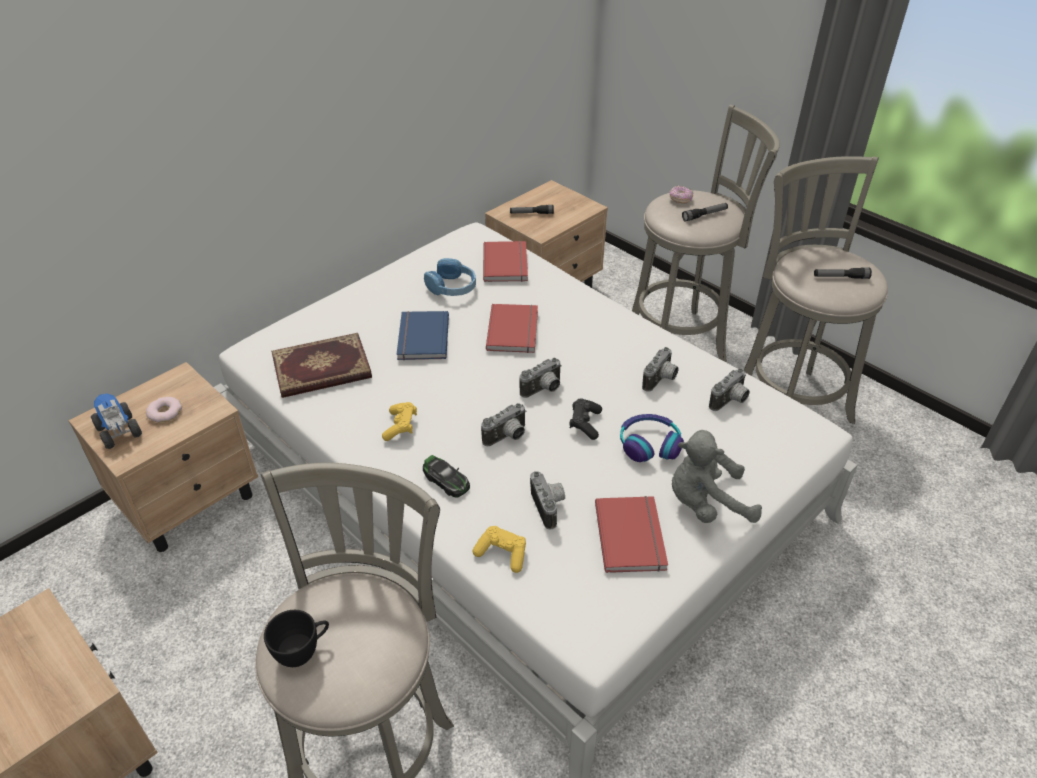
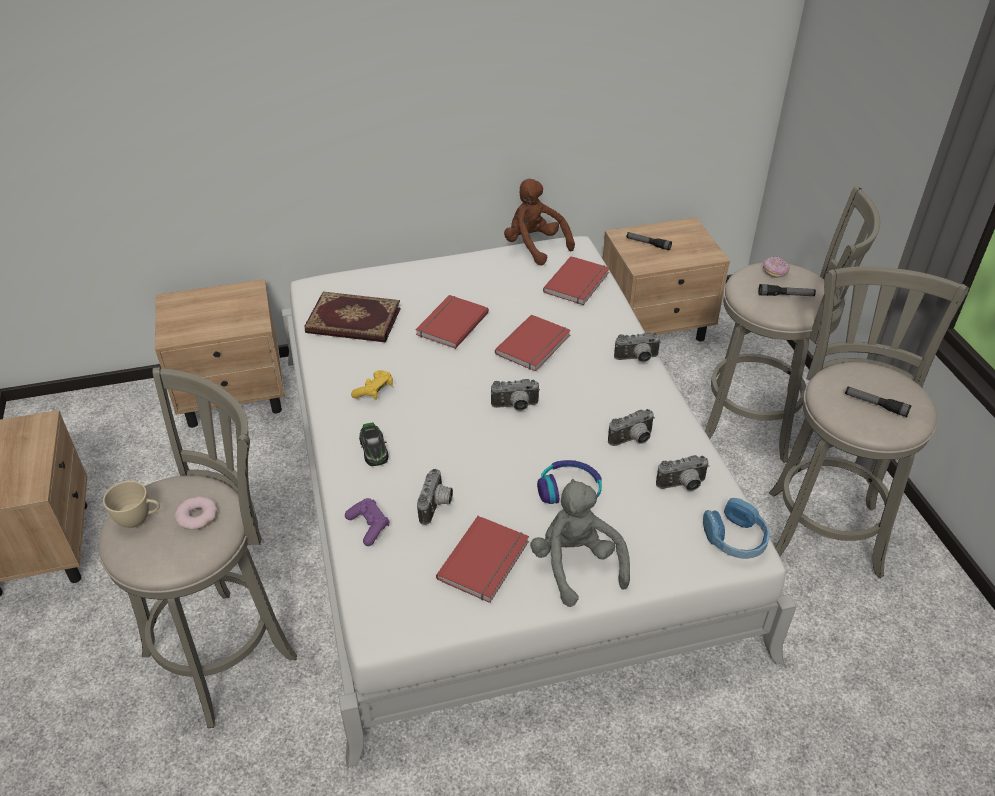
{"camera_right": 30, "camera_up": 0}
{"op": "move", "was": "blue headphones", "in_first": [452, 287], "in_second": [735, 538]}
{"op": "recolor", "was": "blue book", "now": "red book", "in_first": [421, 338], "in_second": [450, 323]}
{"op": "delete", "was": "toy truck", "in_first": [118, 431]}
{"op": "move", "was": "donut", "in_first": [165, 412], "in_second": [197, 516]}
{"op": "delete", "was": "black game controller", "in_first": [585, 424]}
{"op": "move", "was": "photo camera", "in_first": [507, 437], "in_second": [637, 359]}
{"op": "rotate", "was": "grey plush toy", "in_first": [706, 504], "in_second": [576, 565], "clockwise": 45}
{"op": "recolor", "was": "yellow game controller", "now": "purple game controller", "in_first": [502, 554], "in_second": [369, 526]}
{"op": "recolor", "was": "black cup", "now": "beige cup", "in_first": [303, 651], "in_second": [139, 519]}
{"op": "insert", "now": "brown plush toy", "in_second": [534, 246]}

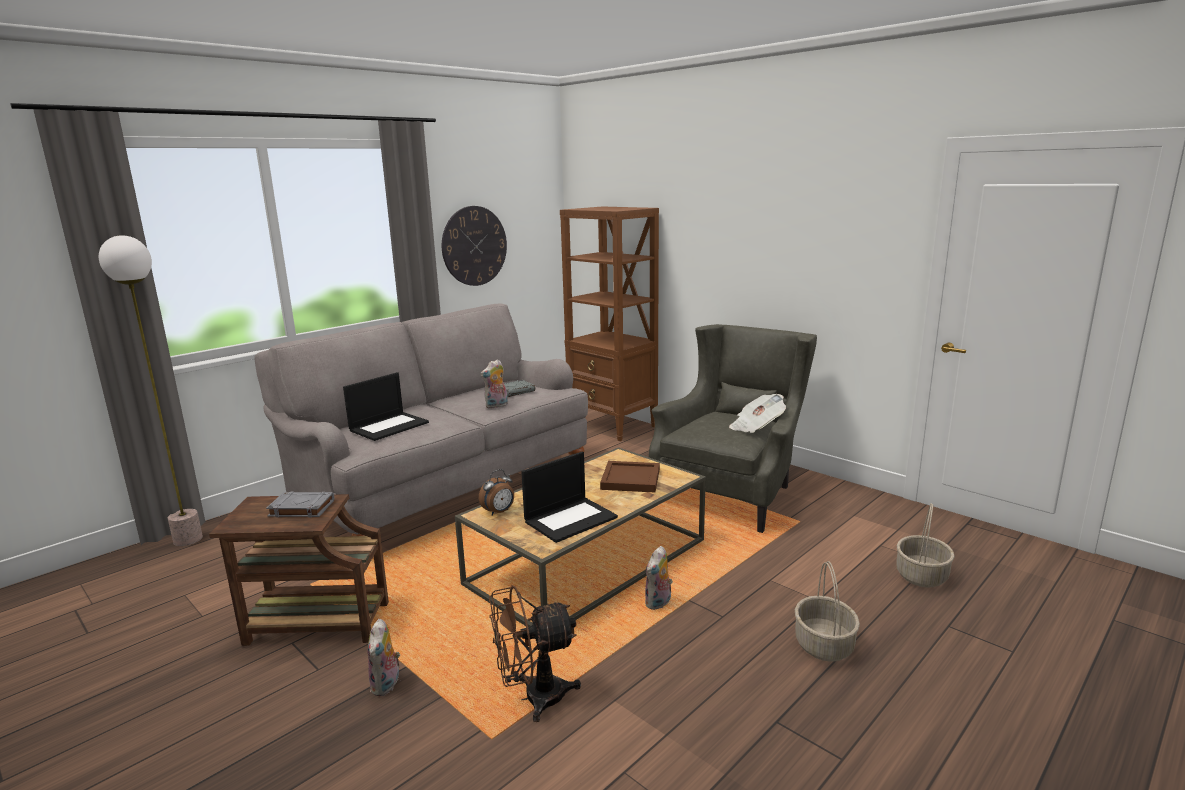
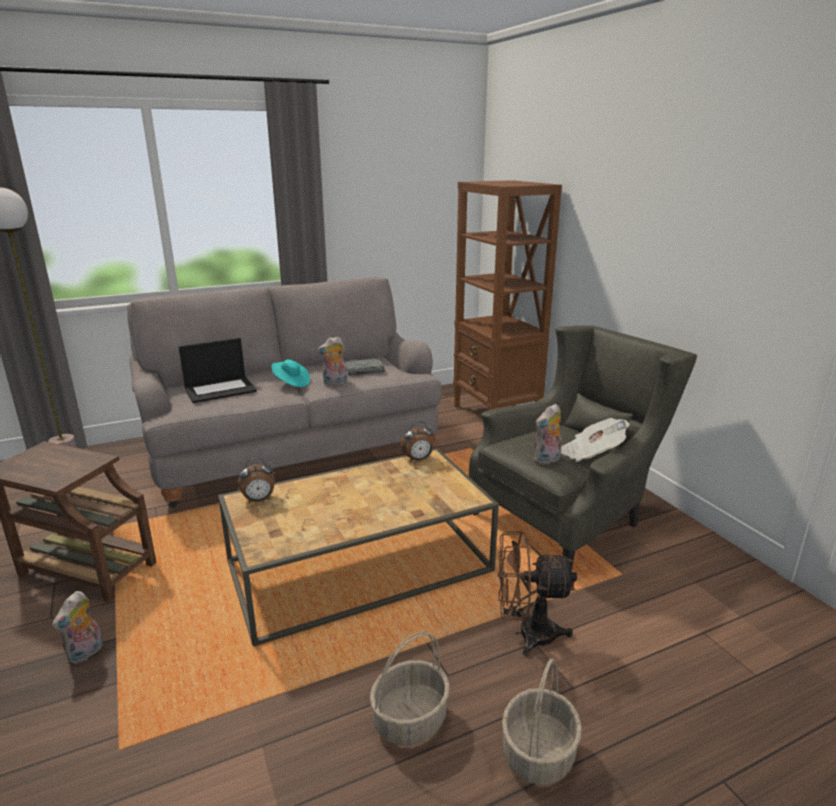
{"camera_right": 20, "camera_up": 5}
{"op": "delete", "was": "wall clock", "in_first": [474, 246]}
{"op": "delete", "was": "laptop", "in_first": [571, 519]}
{"op": "delete", "was": "brown tray", "in_first": [631, 479]}
{"op": "delete", "was": "grey book", "in_first": [301, 508]}
{"op": "move", "was": "basket", "in_first": [921, 575], "in_second": [410, 719]}
{"op": "move", "was": "plush toy", "in_first": [659, 604], "in_second": [547, 460]}
{"op": "move", "was": "brown fan", "in_first": [533, 698], "in_second": [526, 633]}
{"op": "insert", "now": "turquoise hat", "in_second": [291, 383]}
{"op": "insert", "now": "alarm clock", "in_second": [418, 460]}

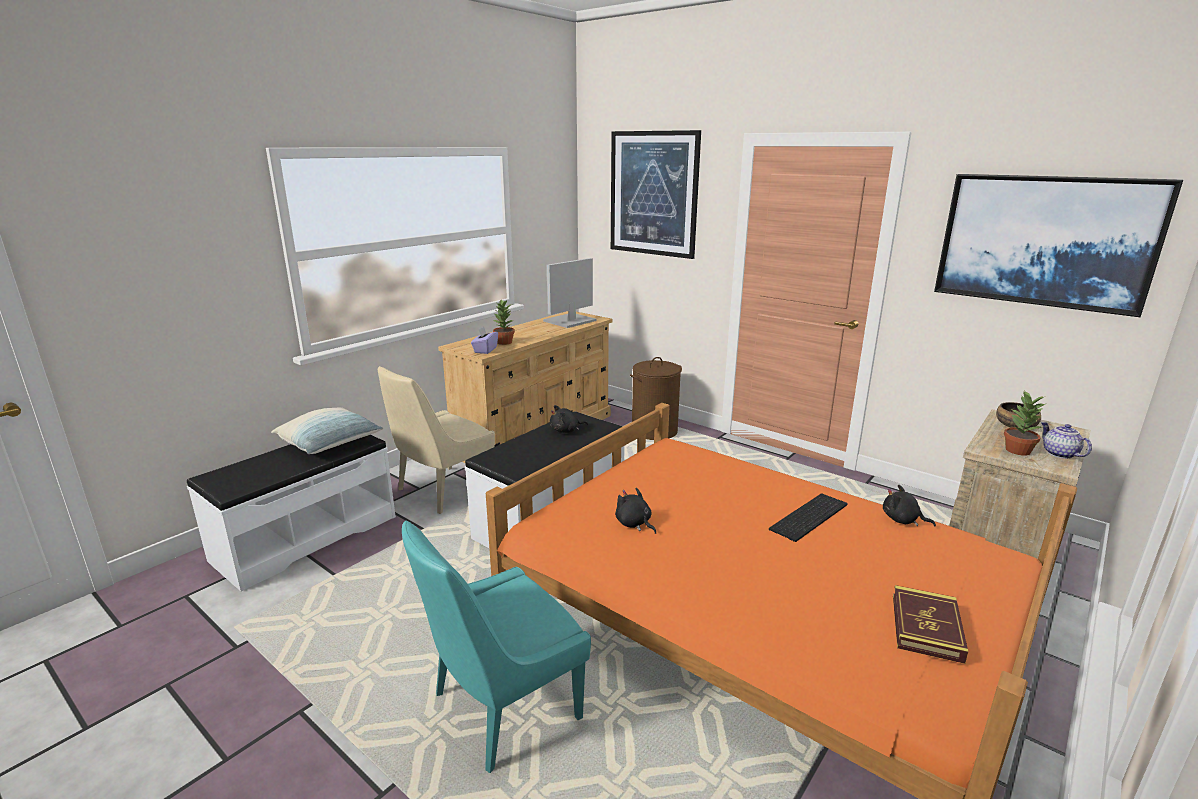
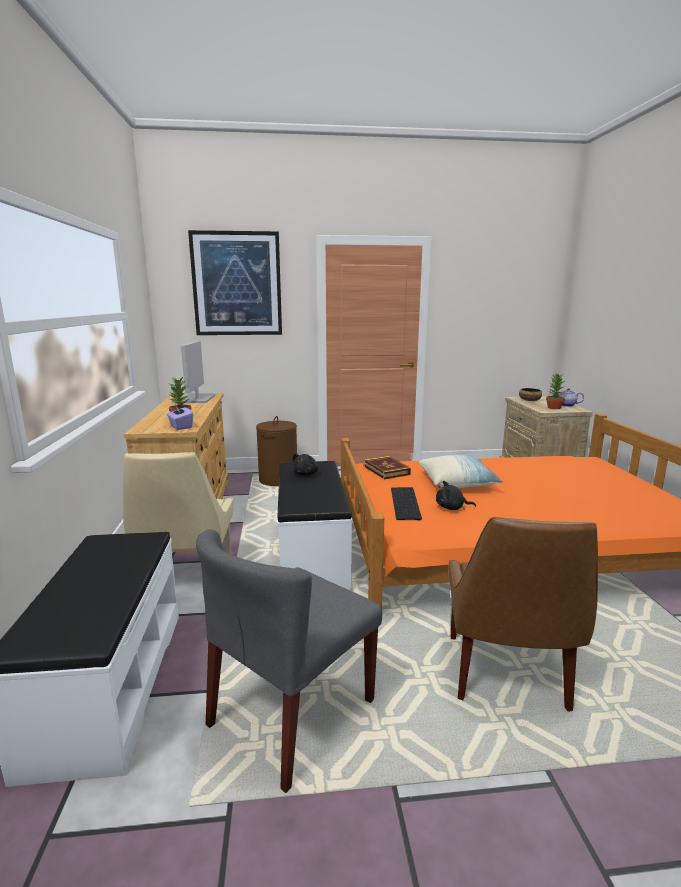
{"camera_right": -45, "camera_up": -5}
{"op": "delete", "was": "picture", "in_first": [1045, 241]}
{"op": "move", "was": "pillow", "in_first": [330, 444], "in_second": [457, 483]}
{"op": "delete", "was": "black plush toy", "in_first": [902, 520]}
{"op": "move", "was": "keyboard", "in_first": [810, 518], "in_second": [406, 503]}
{"op": "recolor", "was": "turquoise chair", "now": "brown chair", "in_first": [501, 709], "in_second": [506, 675]}
{"op": "move", "was": "book", "in_first": [926, 627], "in_second": [386, 470]}
{"op": "insert", "now": "grey chair", "in_second": [291, 714]}

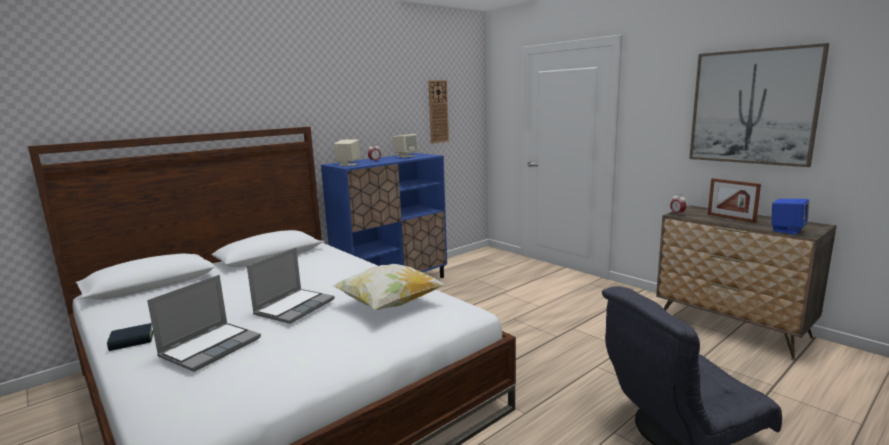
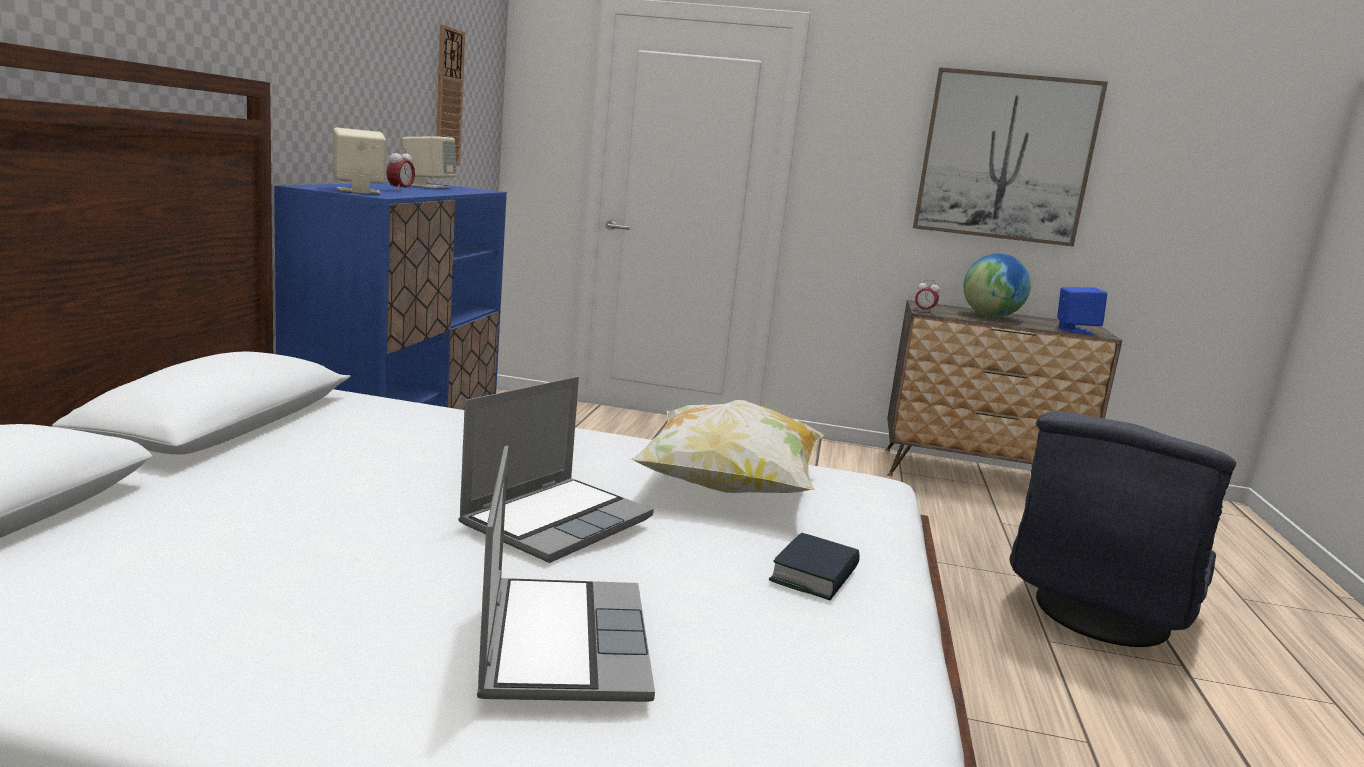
{"camera_right": -40, "camera_up": 0}
{"op": "replace", "was": "picture frame", "now": "globe", "in_first": [731, 218], "in_second": [991, 316]}
{"op": "rotate", "was": "laptop", "in_first": [294, 307], "in_second": [557, 520], "clockwise": 45}
{"op": "move", "was": "book", "in_first": [132, 341], "in_second": [814, 575]}

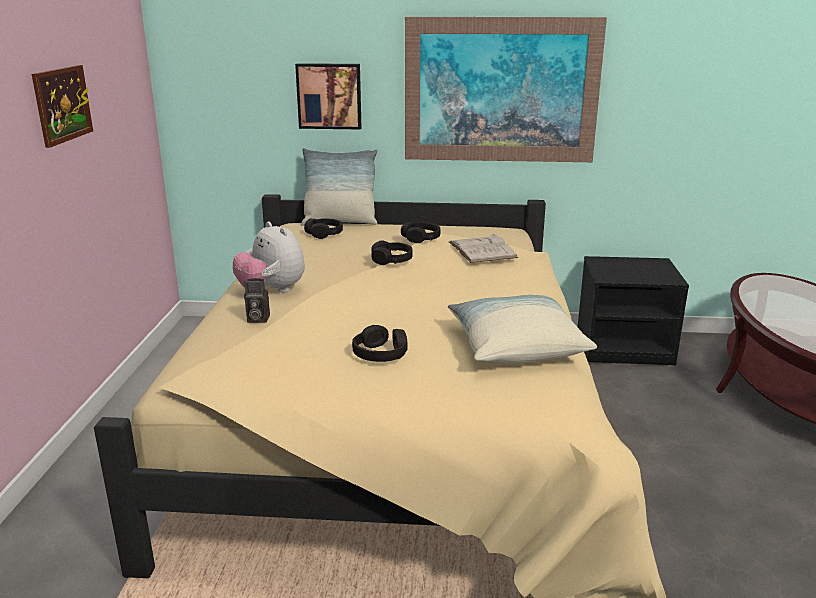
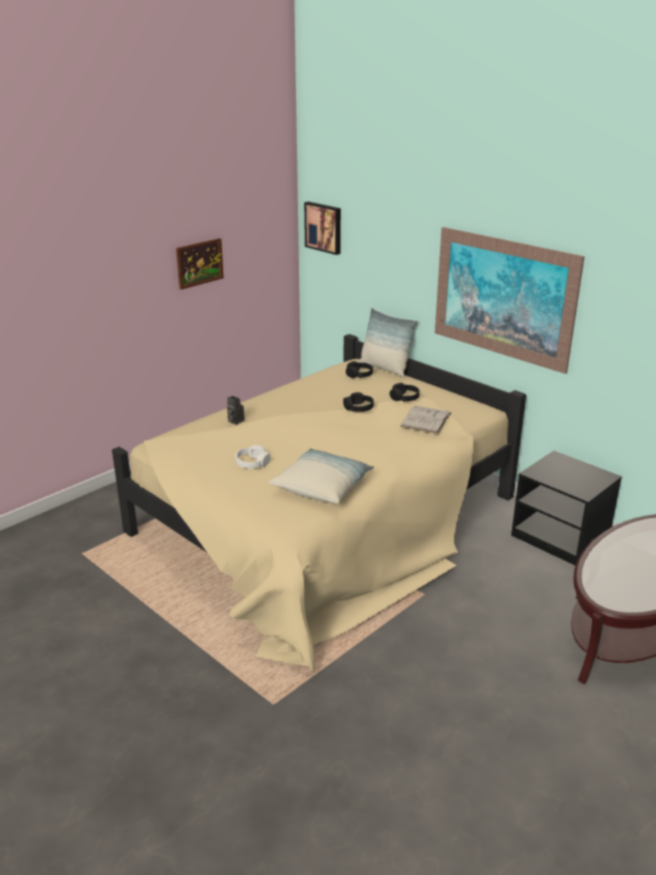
{"camera_right": 40, "camera_up": 5}
{"op": "move", "was": "picture", "in_first": [329, 96], "in_second": [324, 227]}
{"op": "delete", "was": "plush toy", "in_first": [271, 290]}
{"op": "recolor", "was": "black headphones", "now": "white headphones", "in_first": [380, 354], "in_second": [252, 463]}

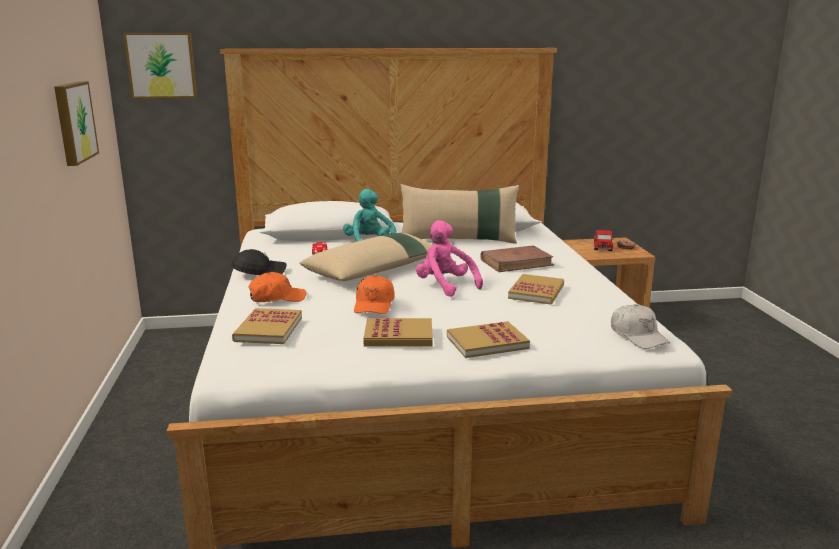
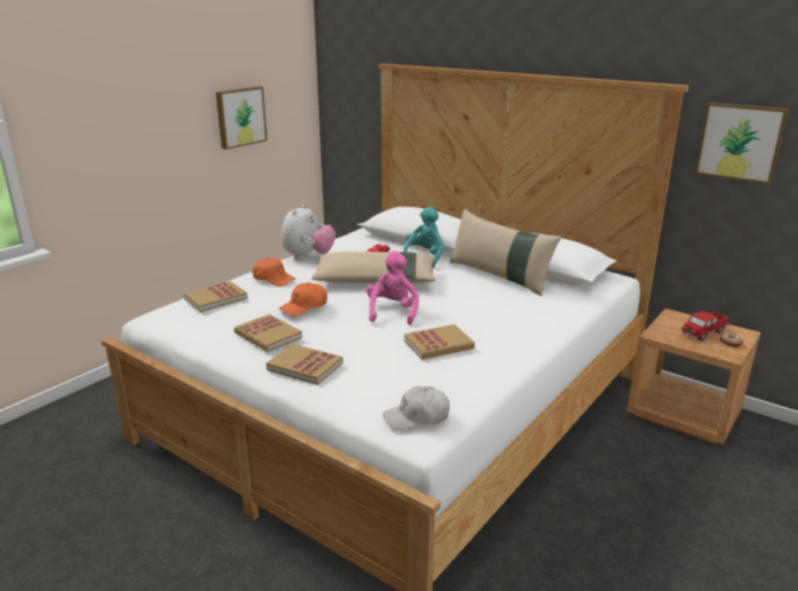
{"camera_right": 45, "camera_up": 5}
{"op": "move", "was": "picture", "in_first": [162, 65], "in_second": [740, 141]}
{"op": "delete", "was": "brown book", "in_first": [516, 262]}
{"op": "replace", "was": "black cap", "now": "plush toy", "in_first": [259, 272], "in_second": [308, 256]}
{"op": "rotate", "was": "white cap", "in_first": [638, 336], "in_second": [417, 417], "clockwise": 60}

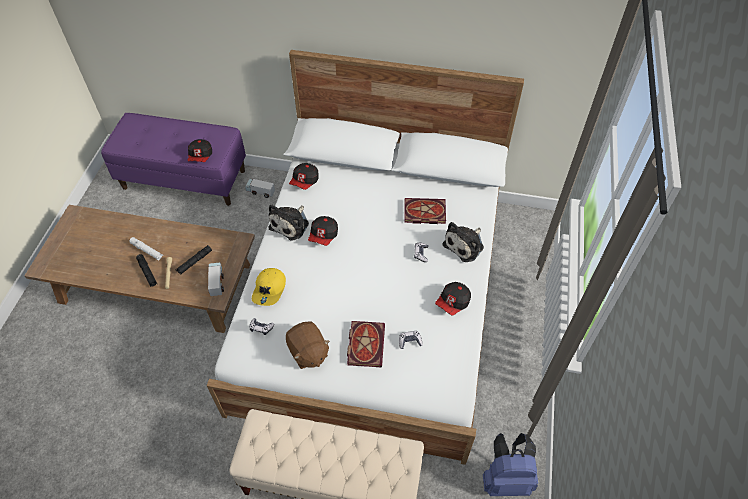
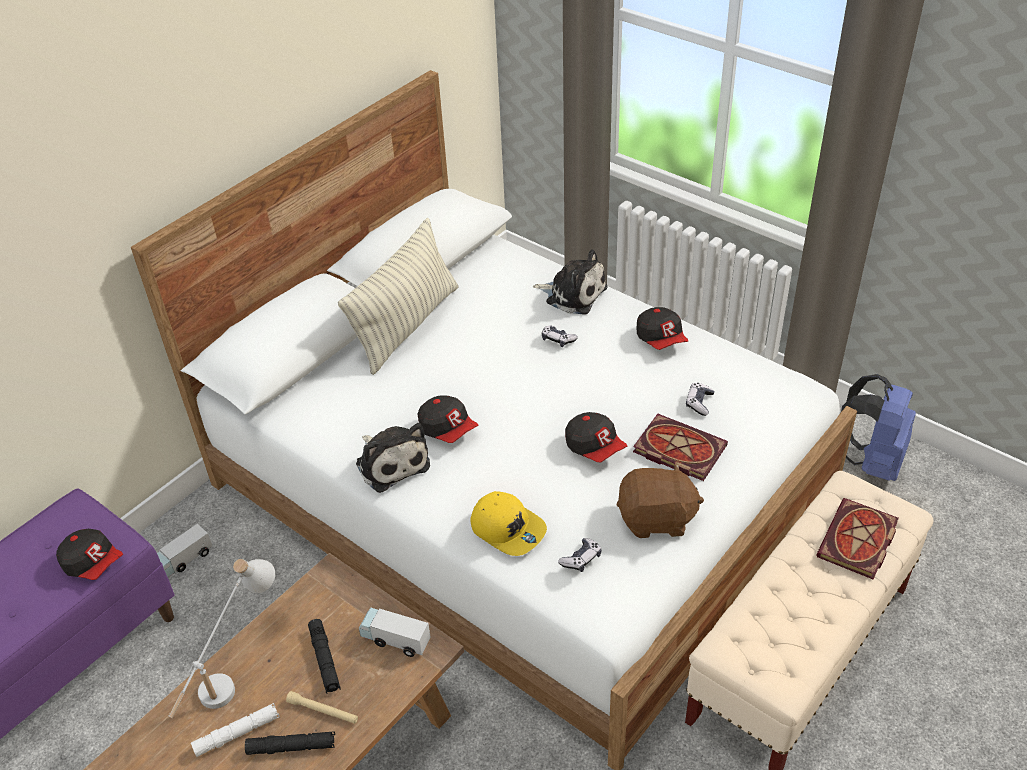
{"camera_right": -60, "camera_up": -10}
{"op": "move", "was": "cap", "in_first": [305, 181], "in_second": [595, 447]}
{"op": "move", "was": "book", "in_first": [423, 212], "in_second": [858, 542]}
{"op": "rotate", "was": "plush toy", "in_first": [465, 245], "in_second": [573, 294], "clockwise": -45}
{"op": "insert", "now": "pillow", "in_second": [407, 326]}
{"op": "insert", "now": "white table lamp", "in_second": [233, 671]}

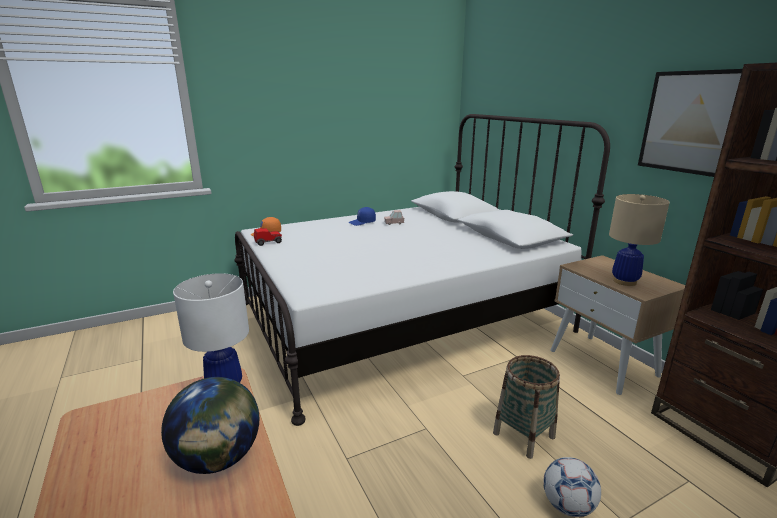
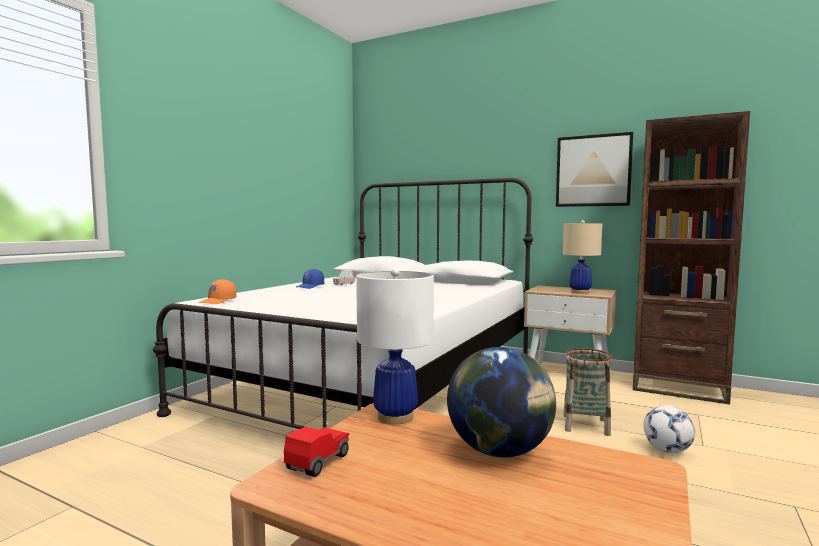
{"camera_right": -35, "camera_up": -15}
{"op": "move", "was": "toy car", "in_first": [268, 242], "in_second": [318, 462]}

